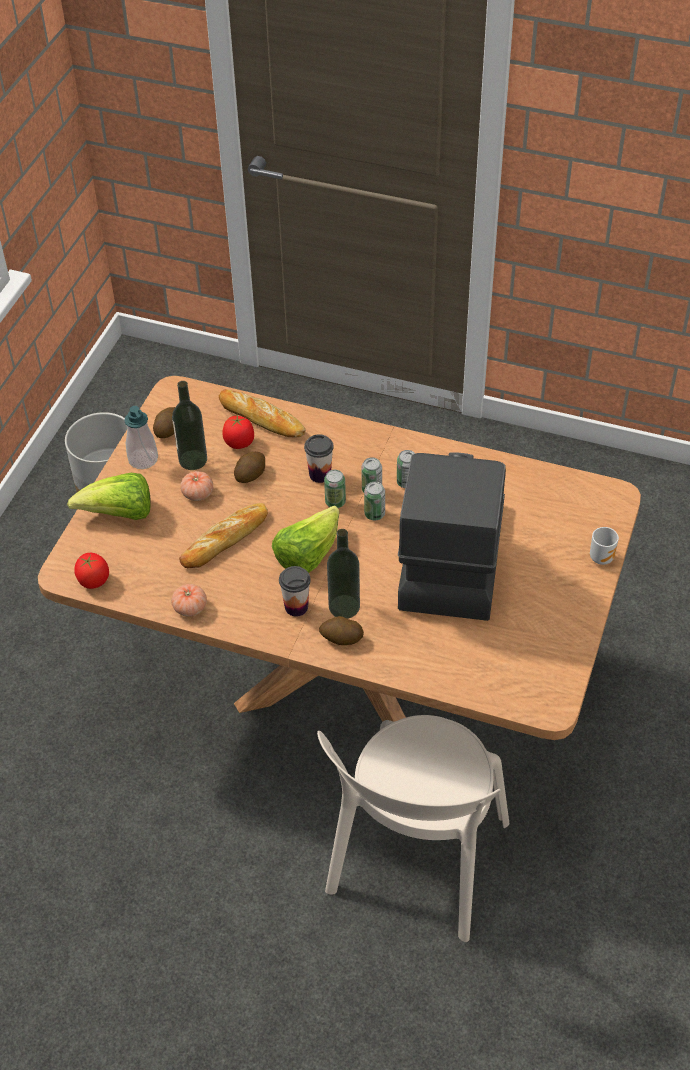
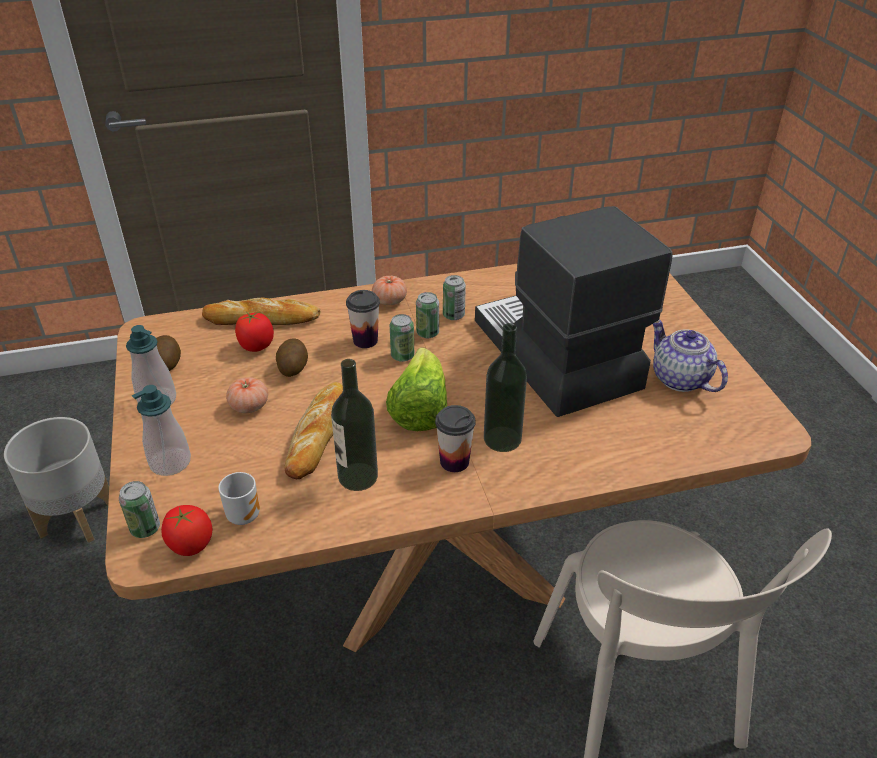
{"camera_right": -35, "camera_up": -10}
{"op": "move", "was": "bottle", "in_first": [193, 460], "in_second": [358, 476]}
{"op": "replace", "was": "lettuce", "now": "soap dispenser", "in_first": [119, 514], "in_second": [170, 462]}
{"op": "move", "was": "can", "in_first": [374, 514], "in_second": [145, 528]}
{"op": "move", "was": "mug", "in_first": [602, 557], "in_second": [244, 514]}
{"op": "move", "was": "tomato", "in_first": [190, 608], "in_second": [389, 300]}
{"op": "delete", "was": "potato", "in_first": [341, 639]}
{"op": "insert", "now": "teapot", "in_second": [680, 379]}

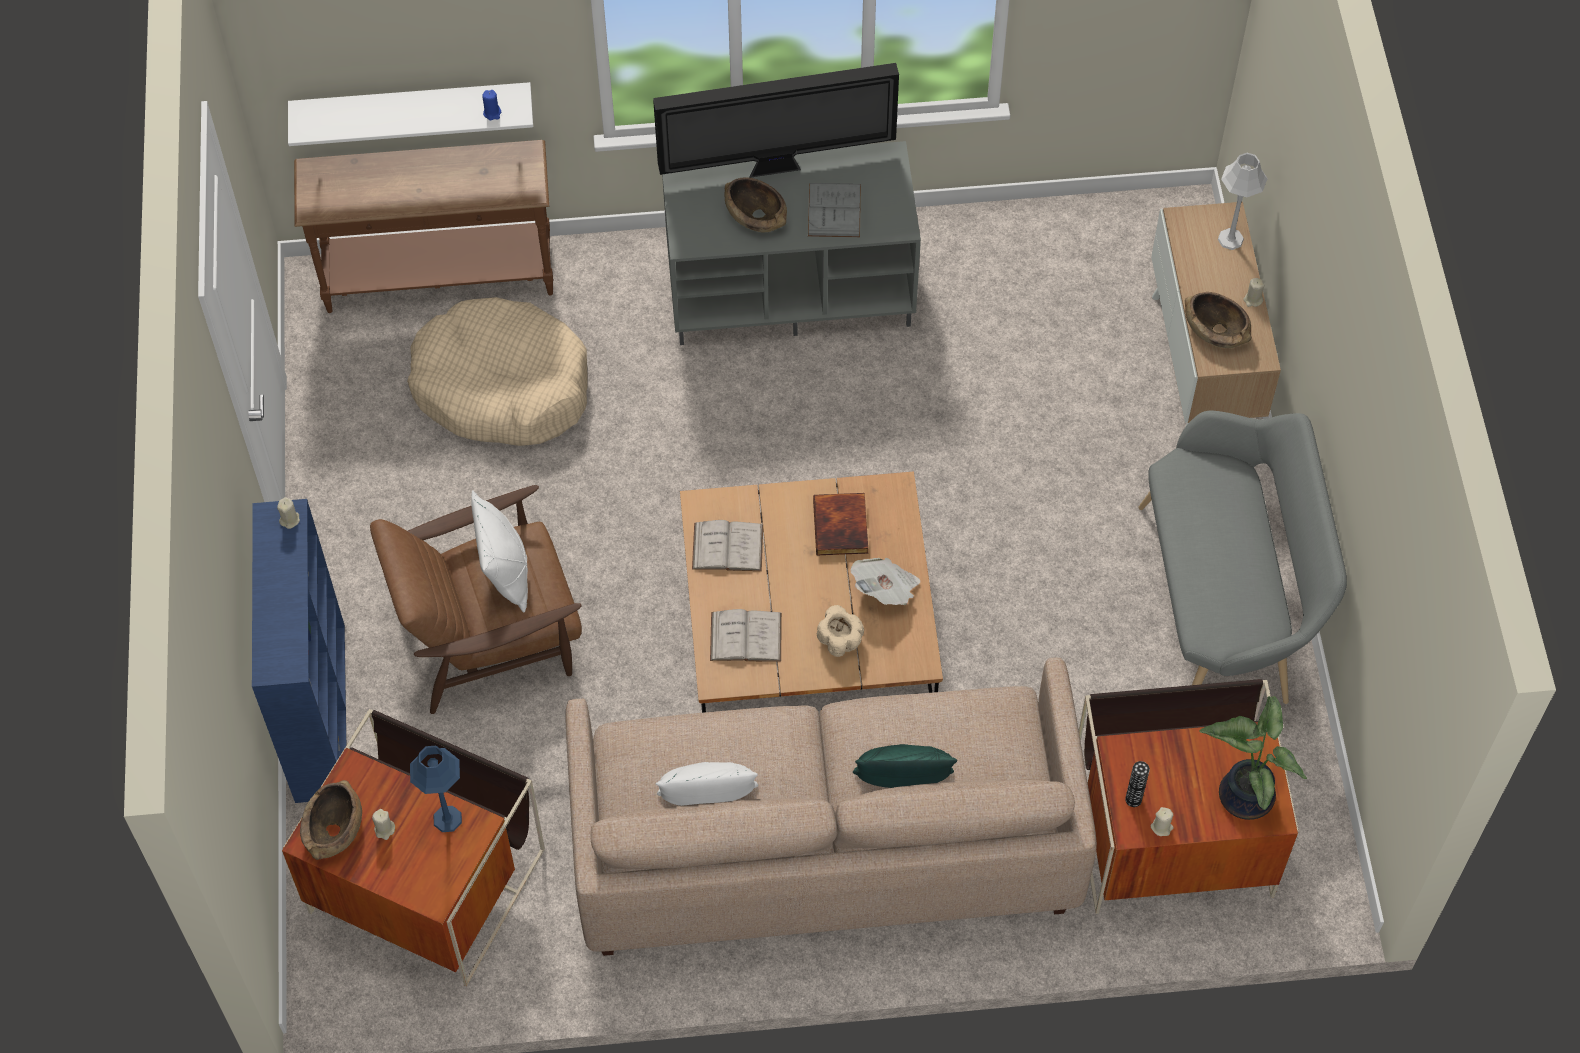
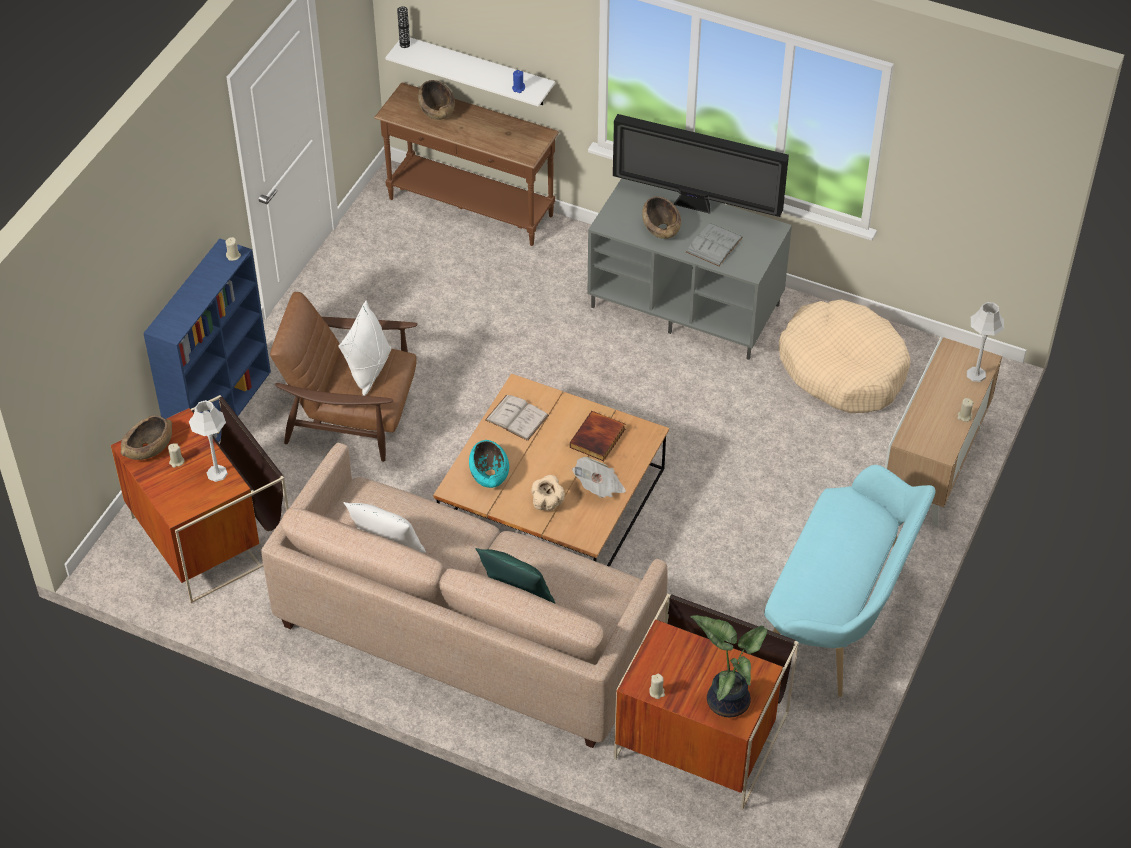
{"camera_right": 30, "camera_up": -10}
{"op": "move", "was": "brown bowl", "in_first": [1216, 330], "in_second": [437, 109]}
{"op": "move", "was": "beige dog bed", "in_first": [502, 386], "in_second": [843, 368]}
{"op": "recolor", "was": "grey bench", "now": "turquoise bench", "in_first": [1224, 607], "in_second": [839, 618]}
{"op": "replace", "was": "white book", "now": "turquoise bowl", "in_first": [746, 637], "in_second": [489, 473]}
{"op": "recolor", "was": "blue table lamp", "now": "grey table lamp", "in_first": [447, 819], "in_second": [217, 473]}
{"op": "move", "was": "vase", "in_first": [1133, 799], "in_second": [404, 44]}

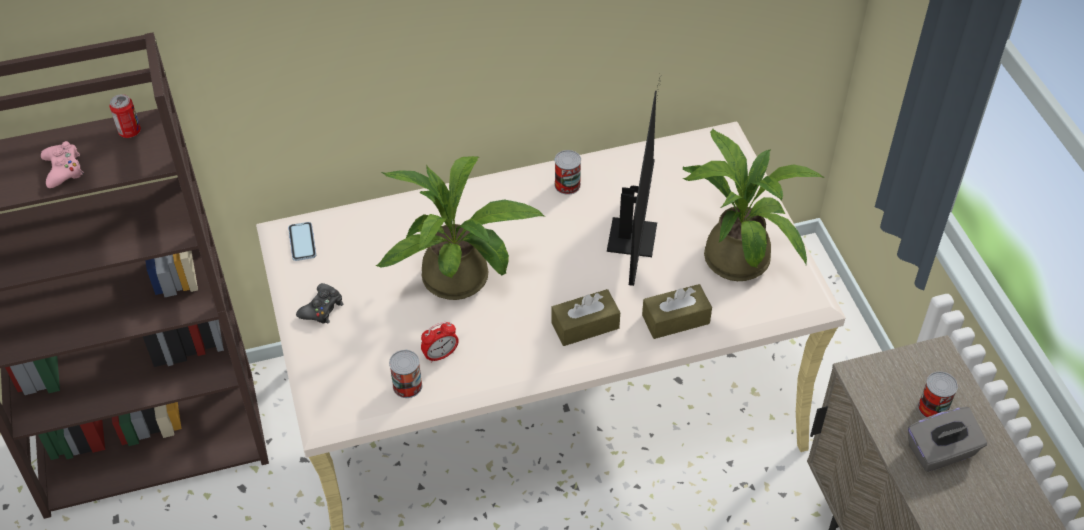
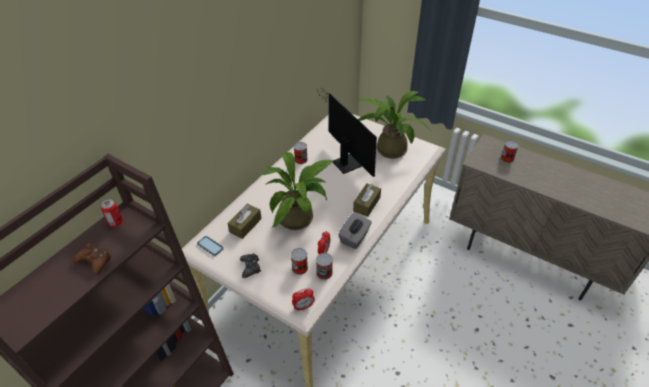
{"camera_right": -40, "camera_up": -5}
{"op": "recolor", "was": "pink game controller", "now": "brown game controller", "in_first": [63, 169], "in_second": [95, 261]}
{"op": "move", "was": "brown tissue box", "in_first": [675, 319], "in_second": [245, 225]}
{"op": "move", "was": "grey tissue box", "in_first": [941, 452], "in_second": [355, 237]}
{"op": "insert", "now": "can", "in_second": [299, 268]}
{"op": "insert", "now": "alarm clock", "in_second": [303, 306]}

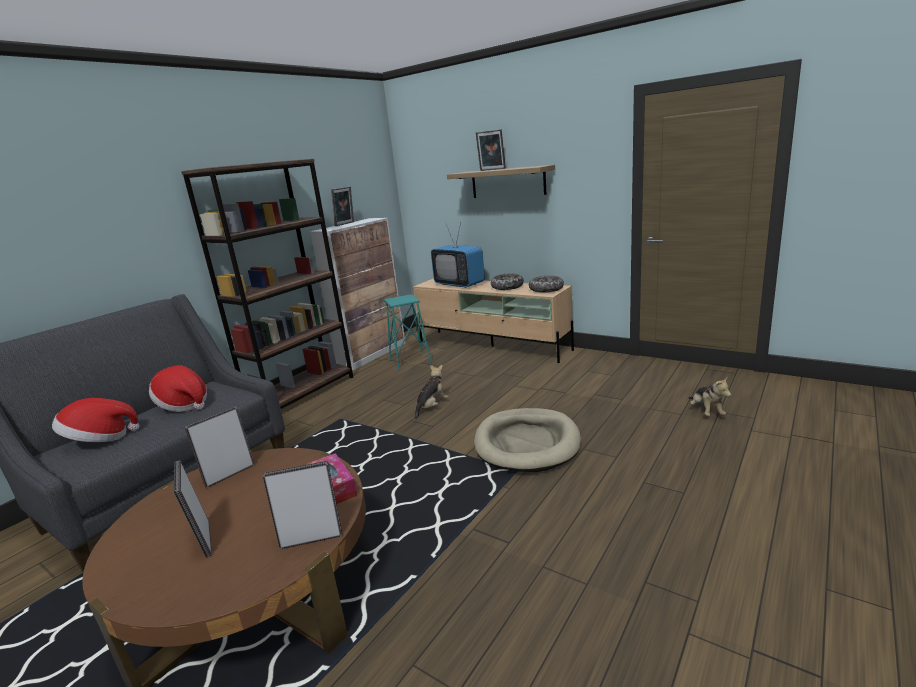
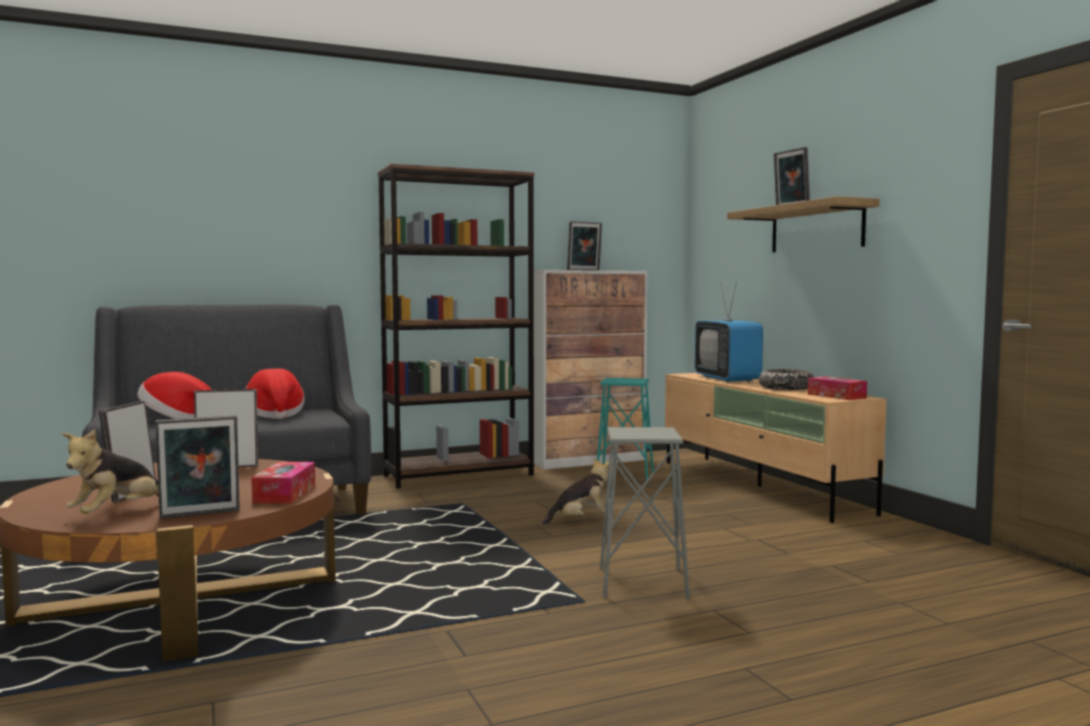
{"camera_right": 30, "camera_up": -15}
{"op": "replace", "was": "bowl", "now": "tissue box", "in_first": [546, 289], "in_second": [836, 396]}
{"op": "move", "was": "plush toy", "in_first": [706, 411], "in_second": [118, 514]}
{"op": "replace", "was": "beige dog bed", "now": "grey stool", "in_first": [527, 443], "in_second": [643, 582]}
{"op": "rotate", "was": "picture frame", "in_first": [311, 538], "in_second": [200, 515], "clockwise": 135}

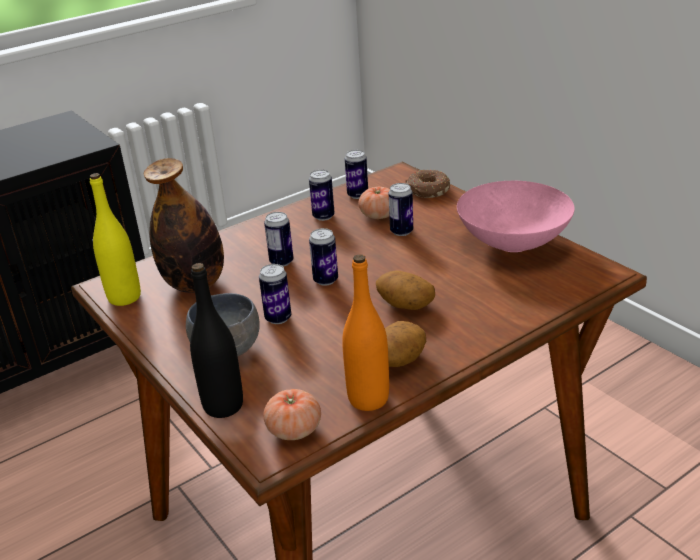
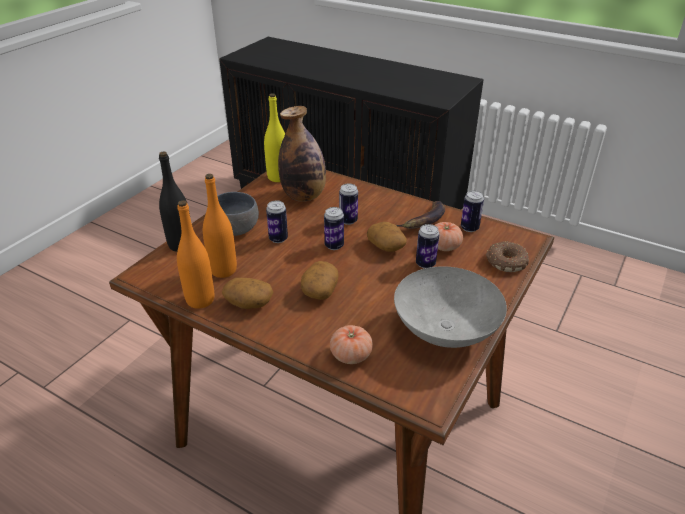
{"camera_right": 65, "camera_up": 5}
{"op": "replace", "was": "can", "now": "banana", "in_first": [323, 216], "in_second": [423, 221]}
{"op": "recolor", "was": "pink bowl", "now": "grey bowl", "in_first": [514, 243], "in_second": [447, 331]}
{"op": "move", "was": "tomato", "in_first": [294, 430], "in_second": [351, 355]}
{"op": "insert", "now": "orange bottle", "in_second": [223, 270]}
{"op": "insert", "now": "potato", "in_second": [386, 246]}

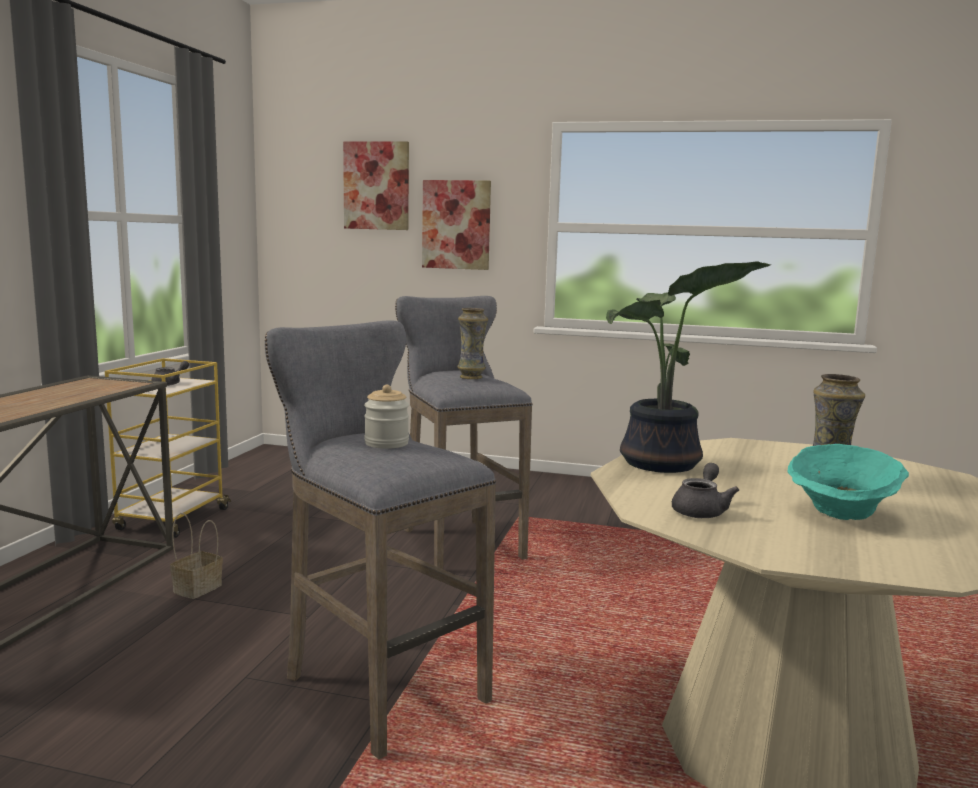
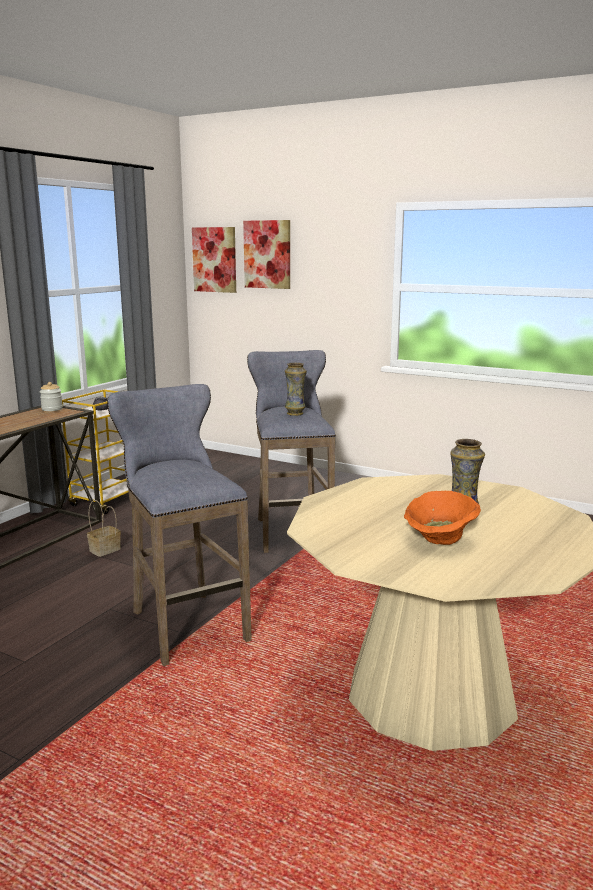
{"camera_right": 15, "camera_up": 5}
{"op": "move", "was": "picture", "in_first": [456, 225], "in_second": [214, 259]}
{"op": "delete", "was": "potted plant", "in_first": [661, 465]}
{"op": "move", "was": "jar", "in_first": [386, 443], "in_second": [52, 409]}
{"op": "recolor", "was": "turquoise bowl", "now": "orange bowl", "in_first": [842, 514], "in_second": [439, 540]}
{"op": "delete", "was": "grey teapot", "in_first": [701, 510]}

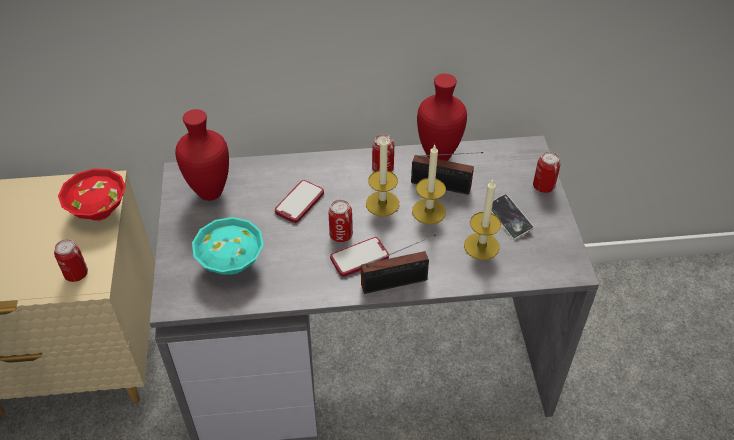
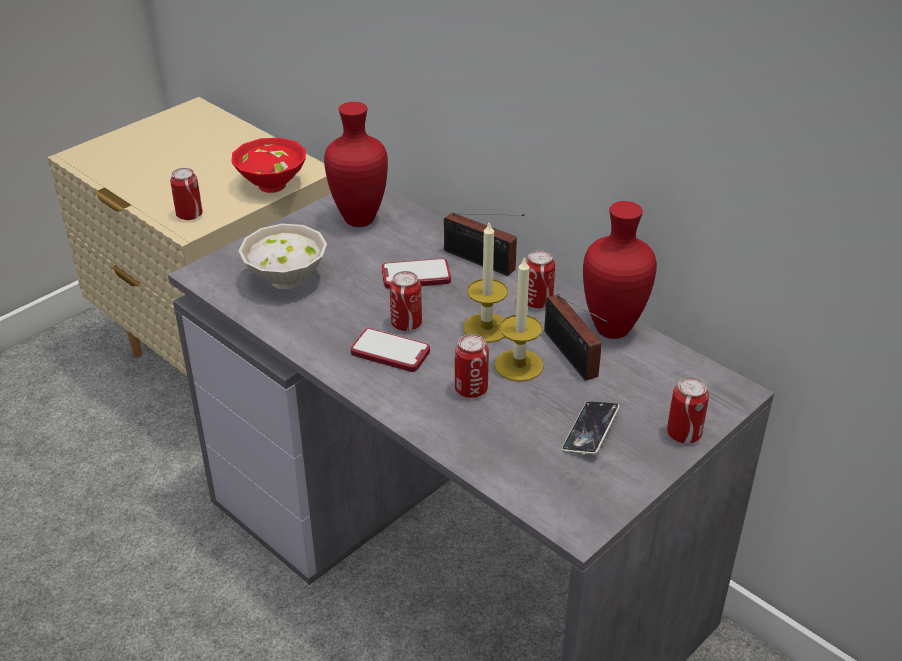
{"camera_right": 50, "camera_up": -10}
{"op": "delete", "was": "candle", "in_first": [481, 246]}
{"op": "recolor", "was": "turquoise bowl", "now": "white bowl", "in_first": [232, 265], "in_second": [286, 281]}
{"op": "move", "was": "radio", "in_first": [398, 282], "in_second": [482, 262]}
{"op": "insert", "now": "can", "in_second": [471, 389]}

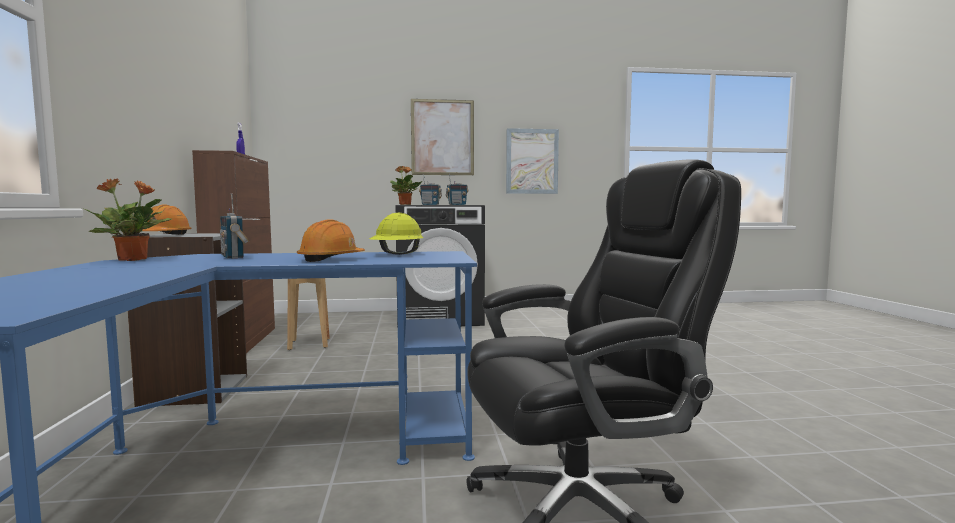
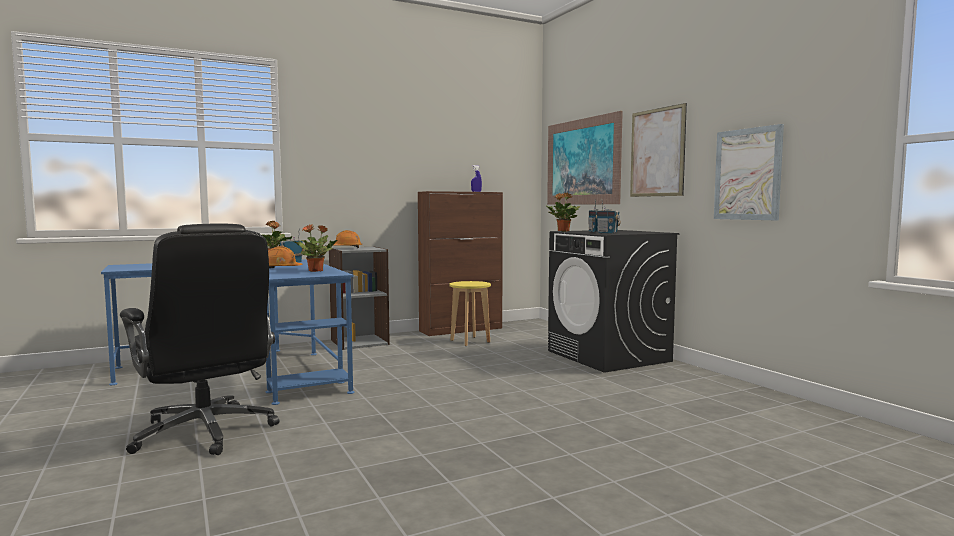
{"camera_right": 70, "camera_up": 0}
{"op": "replace", "was": "yellow hard hat", "now": "potted plant", "in_first": [397, 254], "in_second": [316, 271]}
{"op": "insert", "now": "picture", "in_second": [582, 162]}

